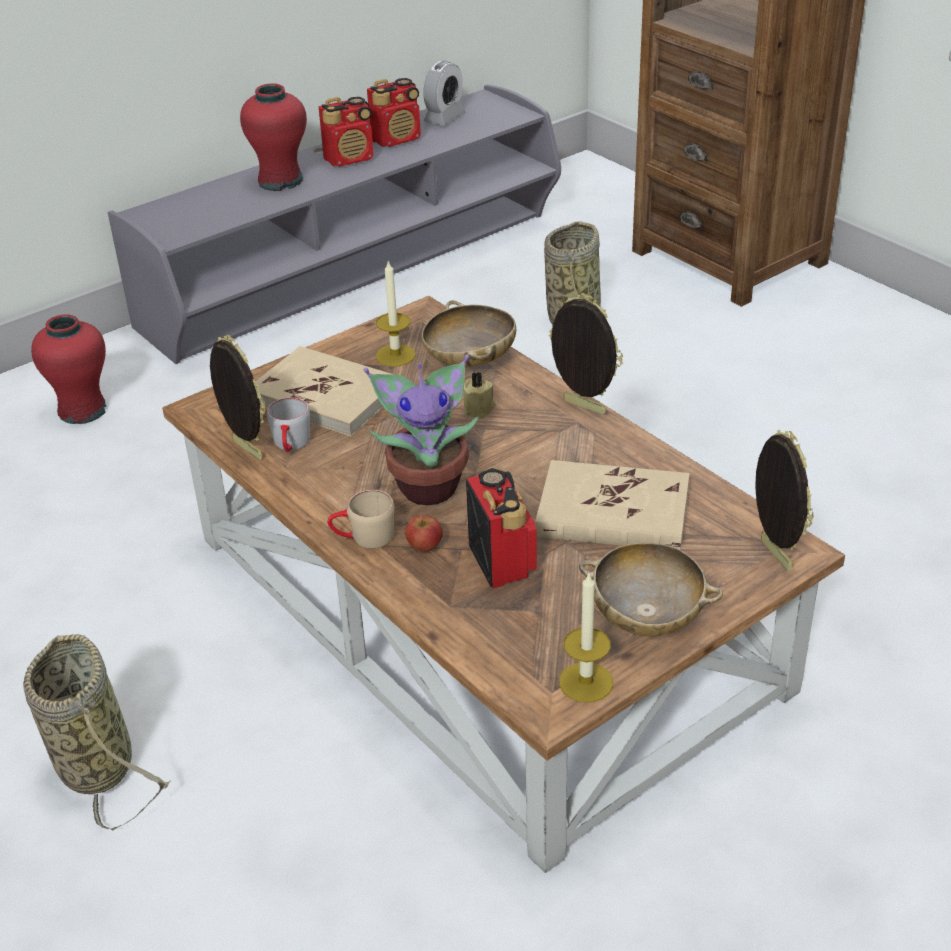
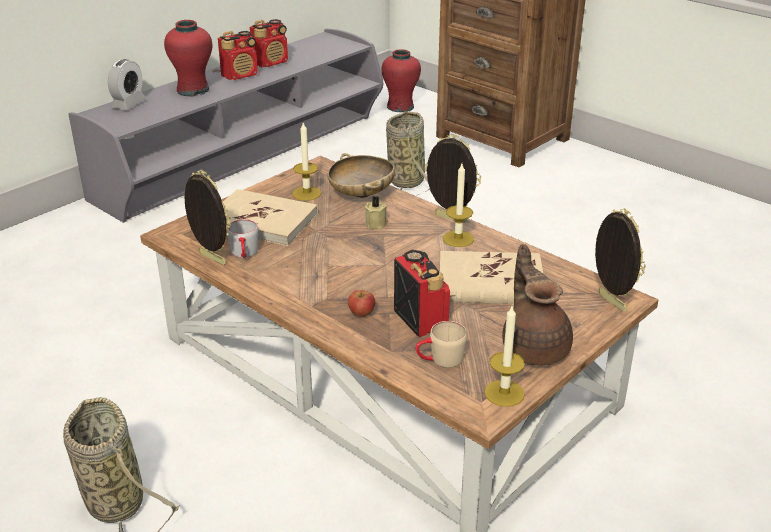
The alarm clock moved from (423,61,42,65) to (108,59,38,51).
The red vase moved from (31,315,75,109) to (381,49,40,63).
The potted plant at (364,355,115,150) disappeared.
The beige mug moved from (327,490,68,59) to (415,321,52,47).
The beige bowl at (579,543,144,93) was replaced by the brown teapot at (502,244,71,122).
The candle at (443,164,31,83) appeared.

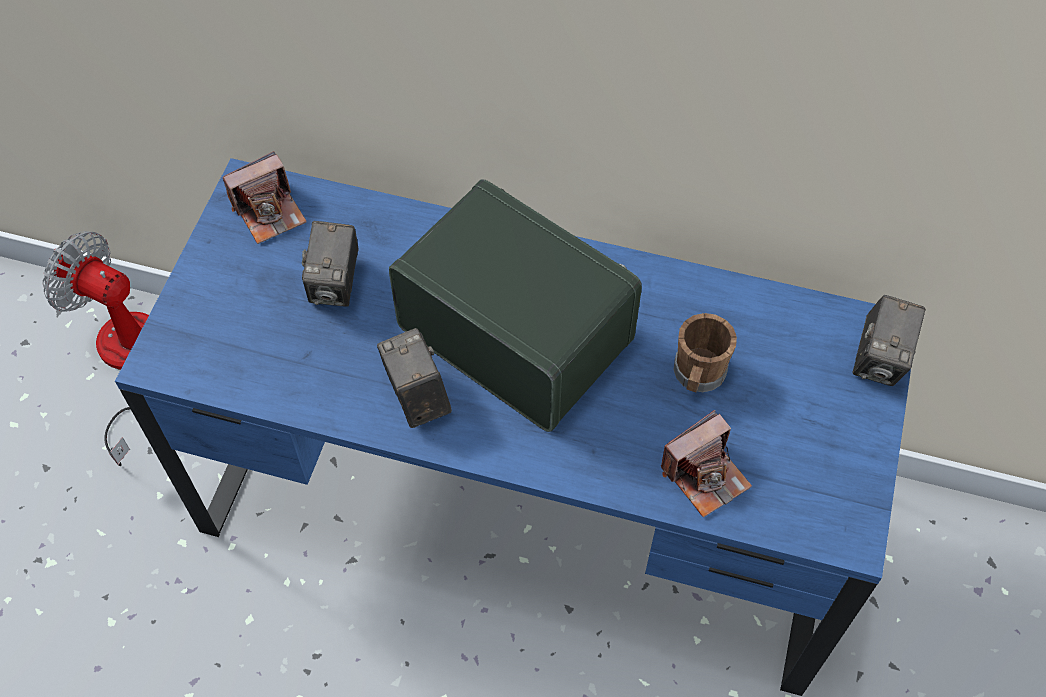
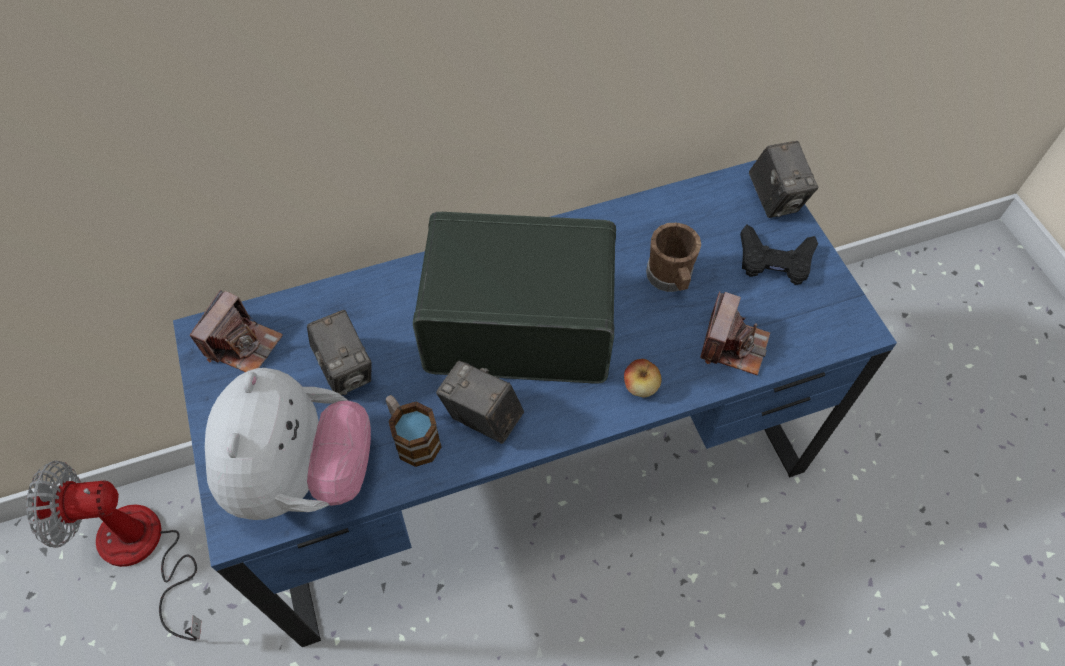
The black game controller at (740,225,78,60) appeared.
The apple at (624,359,37,38) appeared.
The plush toy at (205,368,166,152) appeared.
The mug at (386,395,55,72) appeared.

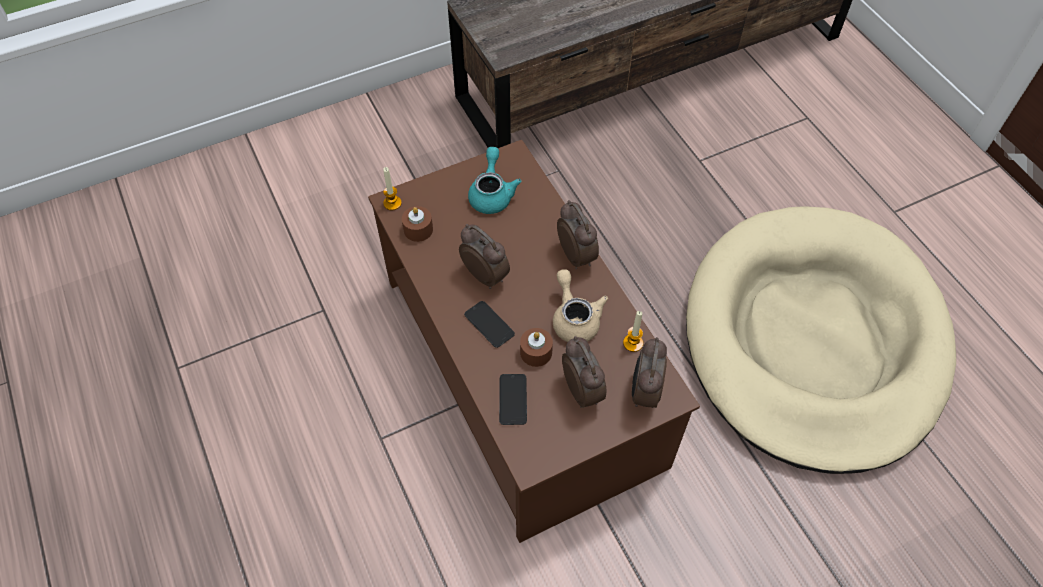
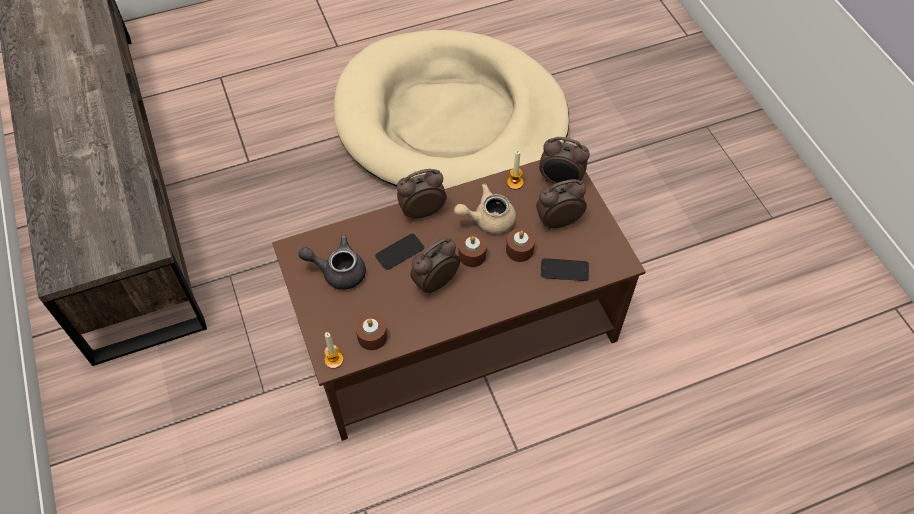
The turquoise teapot at (468,147,54,67) became the grey teapot at (299,235,67,55).
The phone moved from (464,301,51,47) to (375,234,49,36).
The brown candle at (458,234,29,33) appeared.

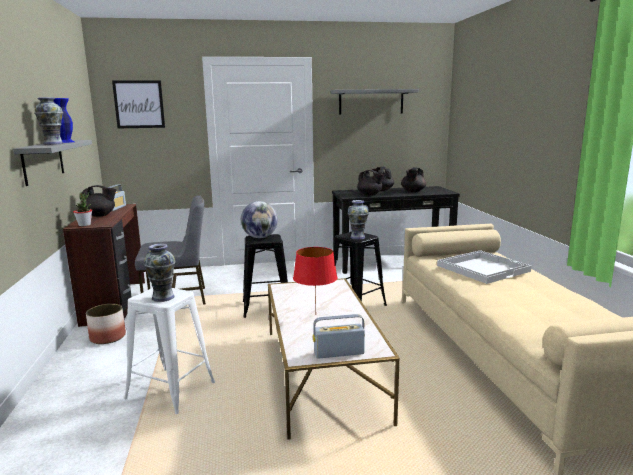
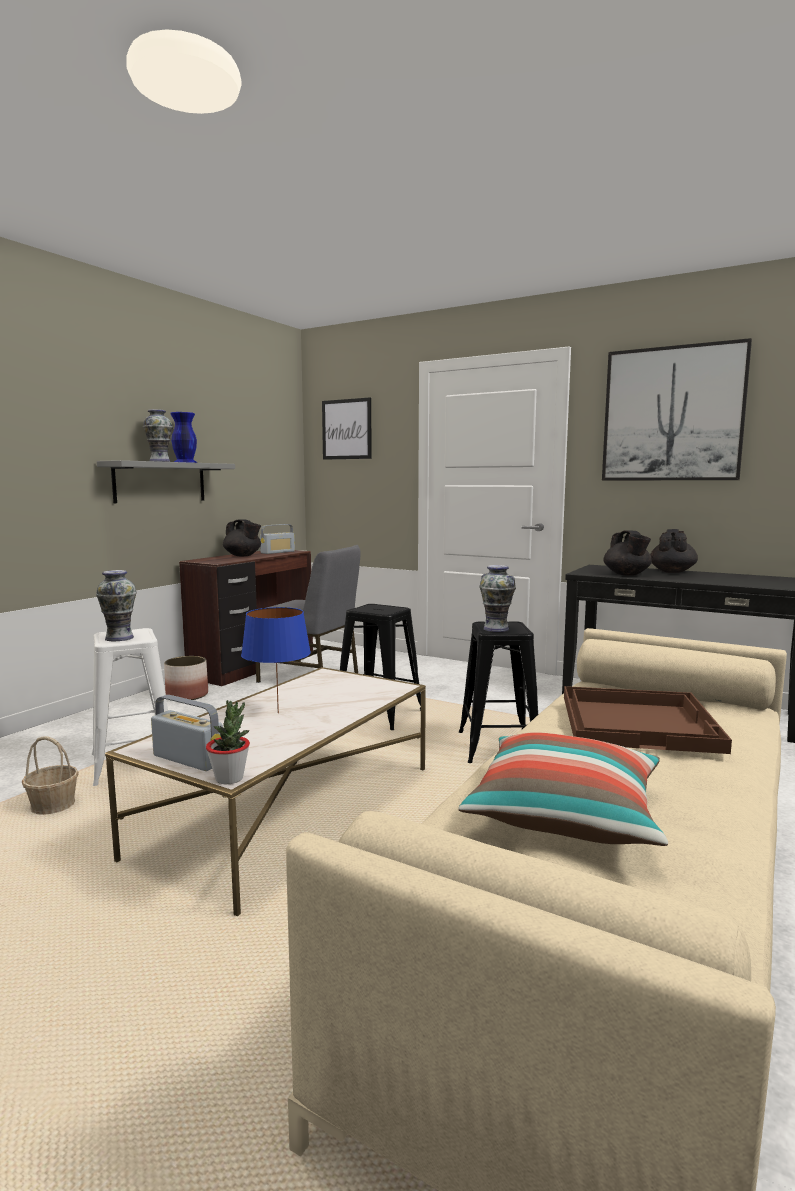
The grey shelf at (331,89,88,26) was replaced by the picture at (602,338,150,142).
The black teapot at (401,167,25,25) disappeared.
The potted plant moved from (73,192,19,34) to (206,700,44,84).
The globe at (241,201,37,37) disappeared.
The red table lamp at (293,247,45,64) became the blue table lamp at (241,607,70,106).
The white tray at (437,250,94,34) became the brown tray at (564,686,168,68).
The pillow at (459,732,209,114) appeared.
The basket at (22,736,57,79) appeared.

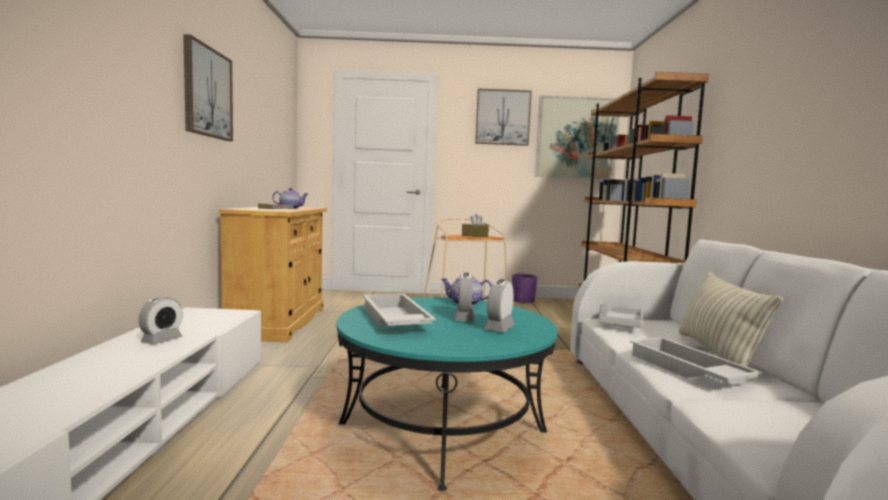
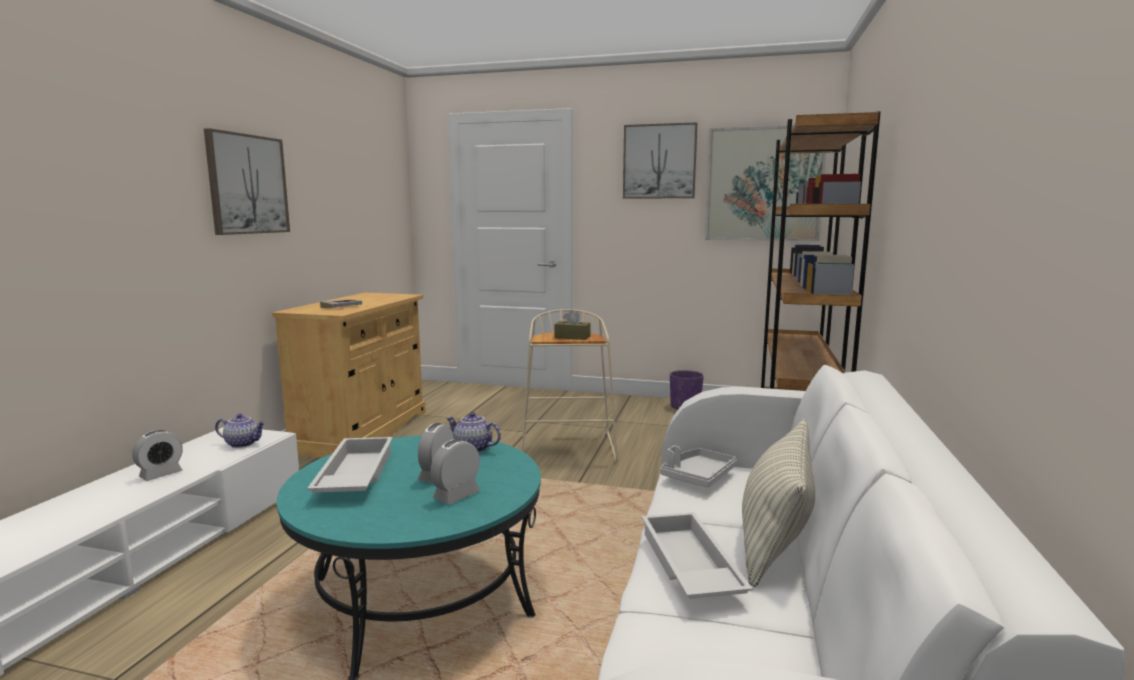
The teapot moved from (272,188,36,21) to (215,414,51,34).

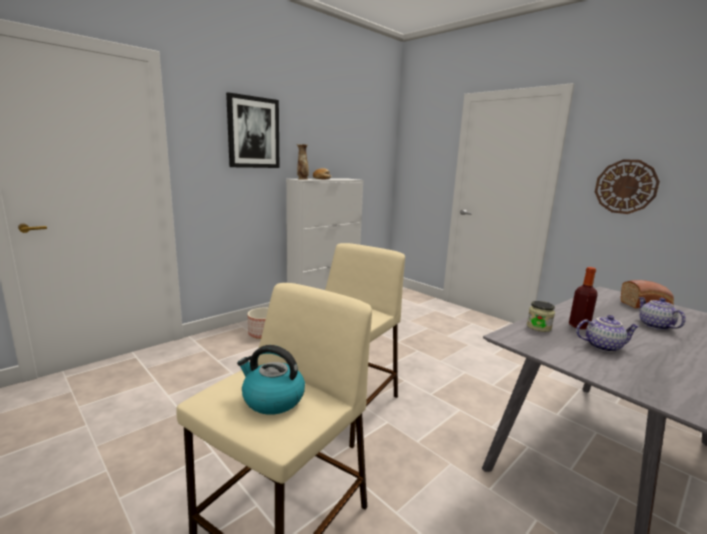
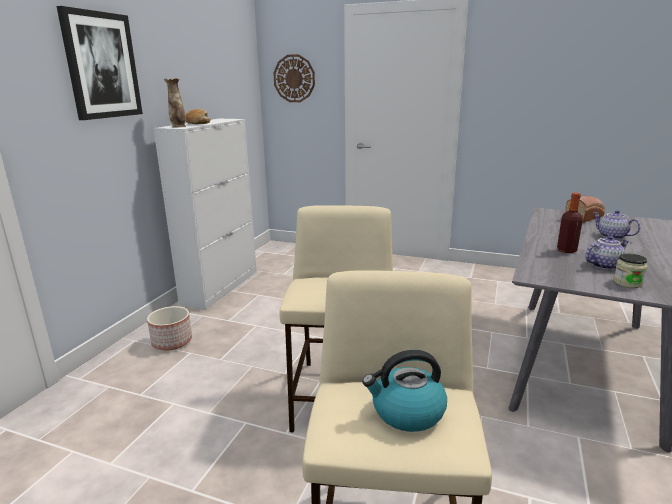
The wall clock moved from (595,159,65,55) to (273,54,42,48).
The jar moved from (527,301,28,31) to (613,253,34,35).

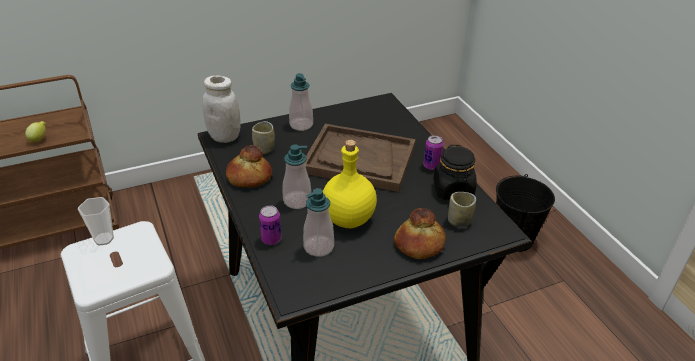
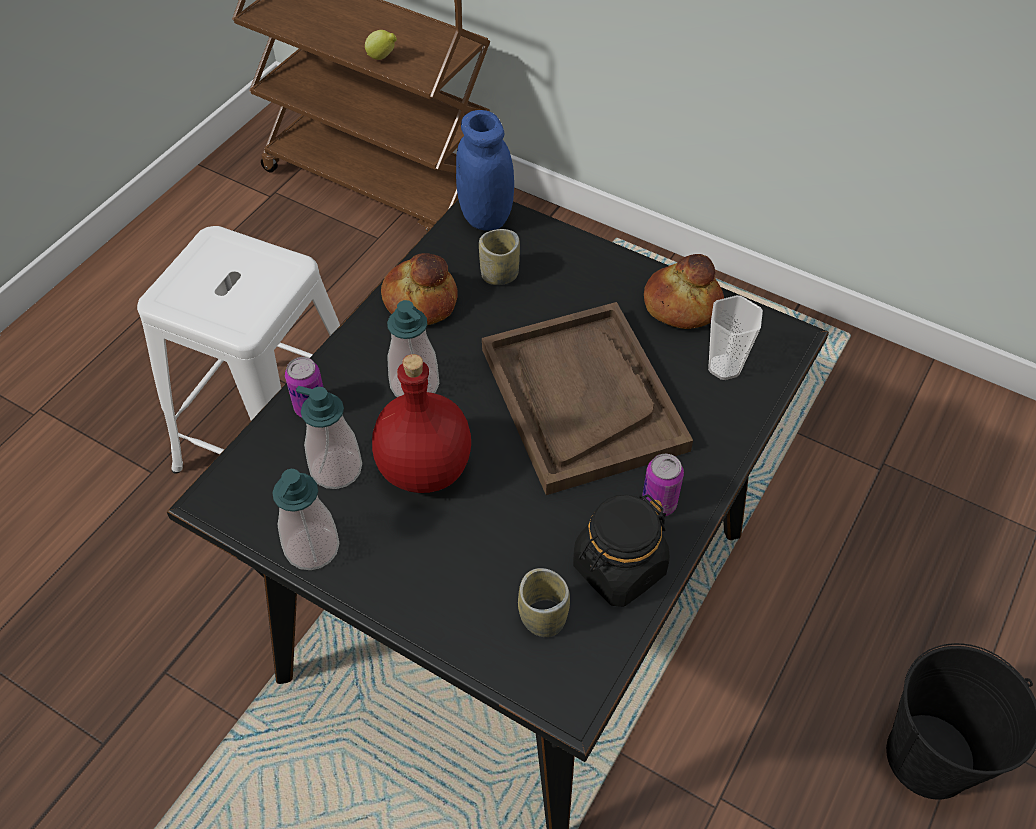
The soap dispenser moved from (289,73,24,58) to (273,469,66,101).
The white jar at (202,75,39,68) became the blue jar at (456,110,58,121).
The yellow bottle at (323,140,54,88) became the red bottle at (372,354,99,139).
The cup moved from (78,197,36,49) to (708,295,55,85).
The bread moved from (394,208,52,51) to (644,254,80,75).

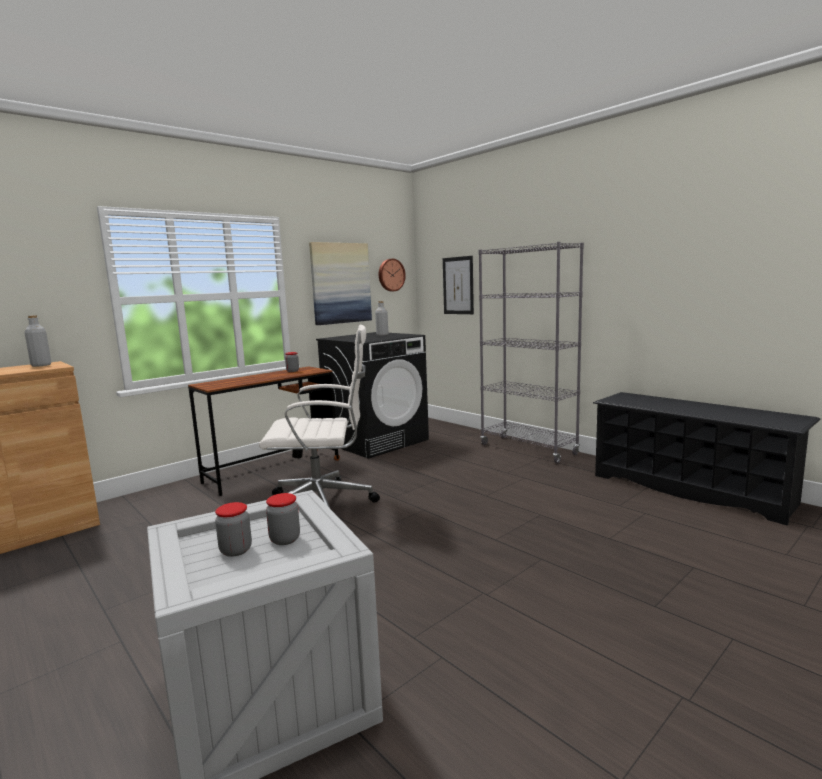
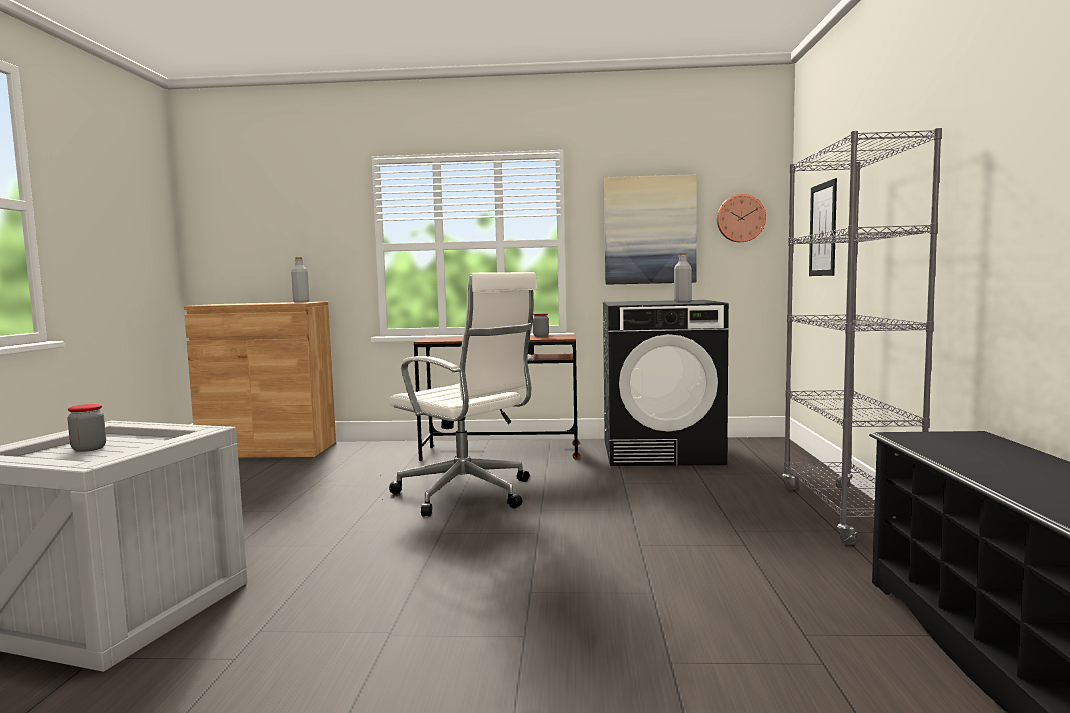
The jar at (266,493,34,52) disappeared.

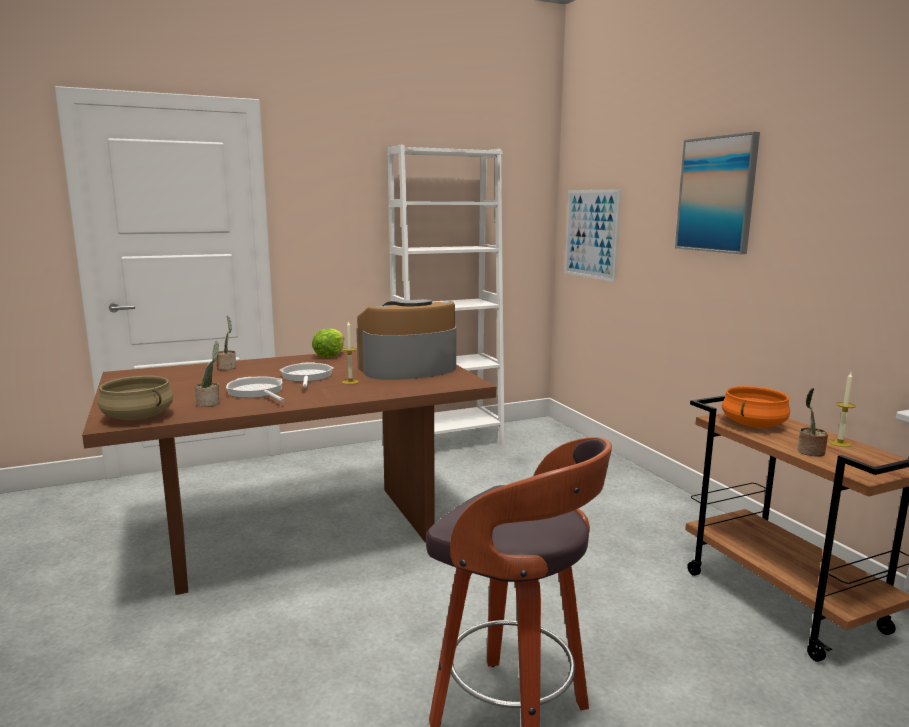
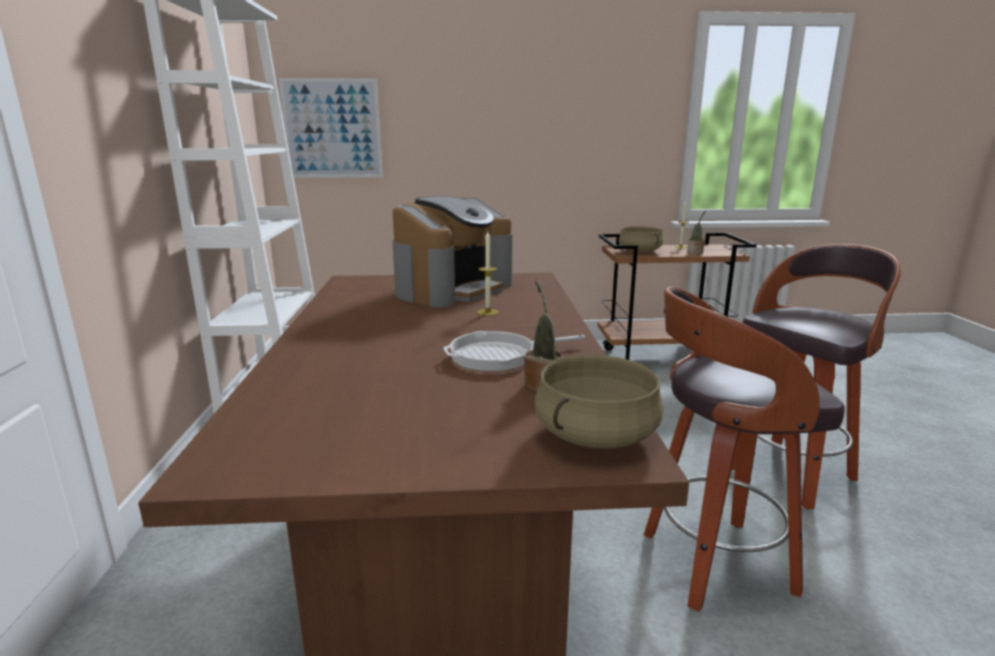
The picture at (675,132,85,122) disappeared.
The coffee machine at (356,299,100,81) turned 135 degrees counterclockwise.
The potted plant at (216,315,20,55) disappeared.
The lettuce at (312,328,32,30) disappeared.
The frying pan at (280,362,53,26) disappeared.
The orange cooking pot at (722,386,68,42) became the beige cooking pot at (618,226,45,27).
The stool at (643,287,202,325) appeared.

